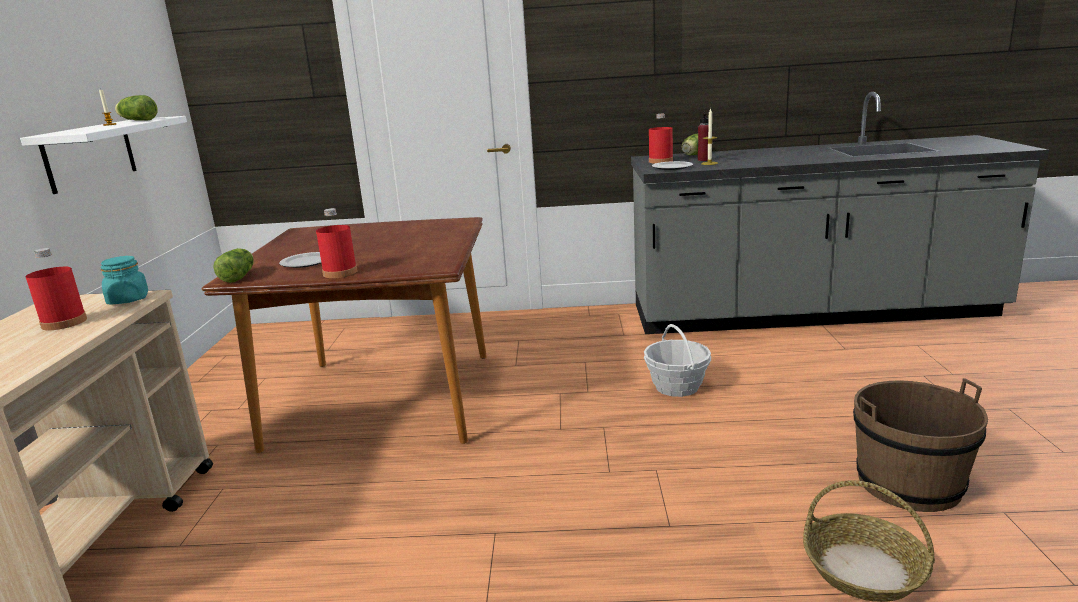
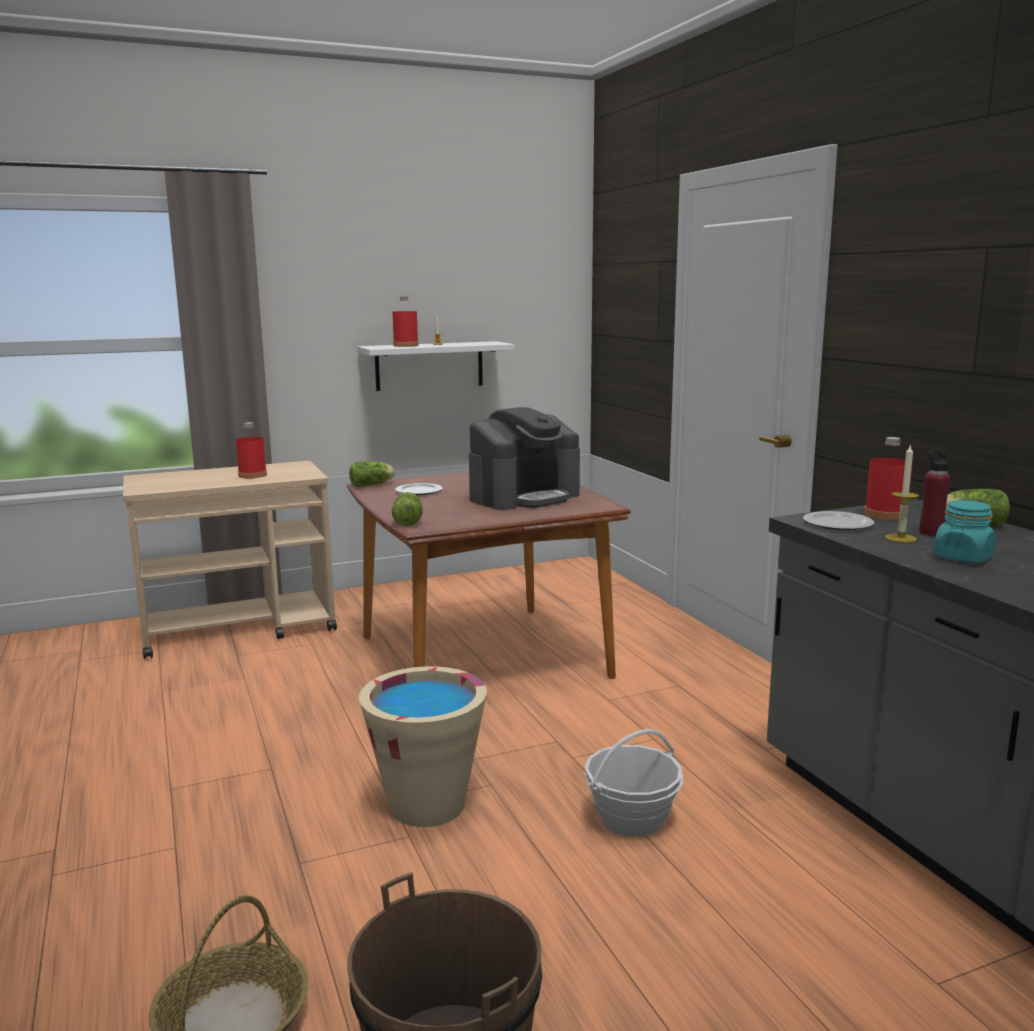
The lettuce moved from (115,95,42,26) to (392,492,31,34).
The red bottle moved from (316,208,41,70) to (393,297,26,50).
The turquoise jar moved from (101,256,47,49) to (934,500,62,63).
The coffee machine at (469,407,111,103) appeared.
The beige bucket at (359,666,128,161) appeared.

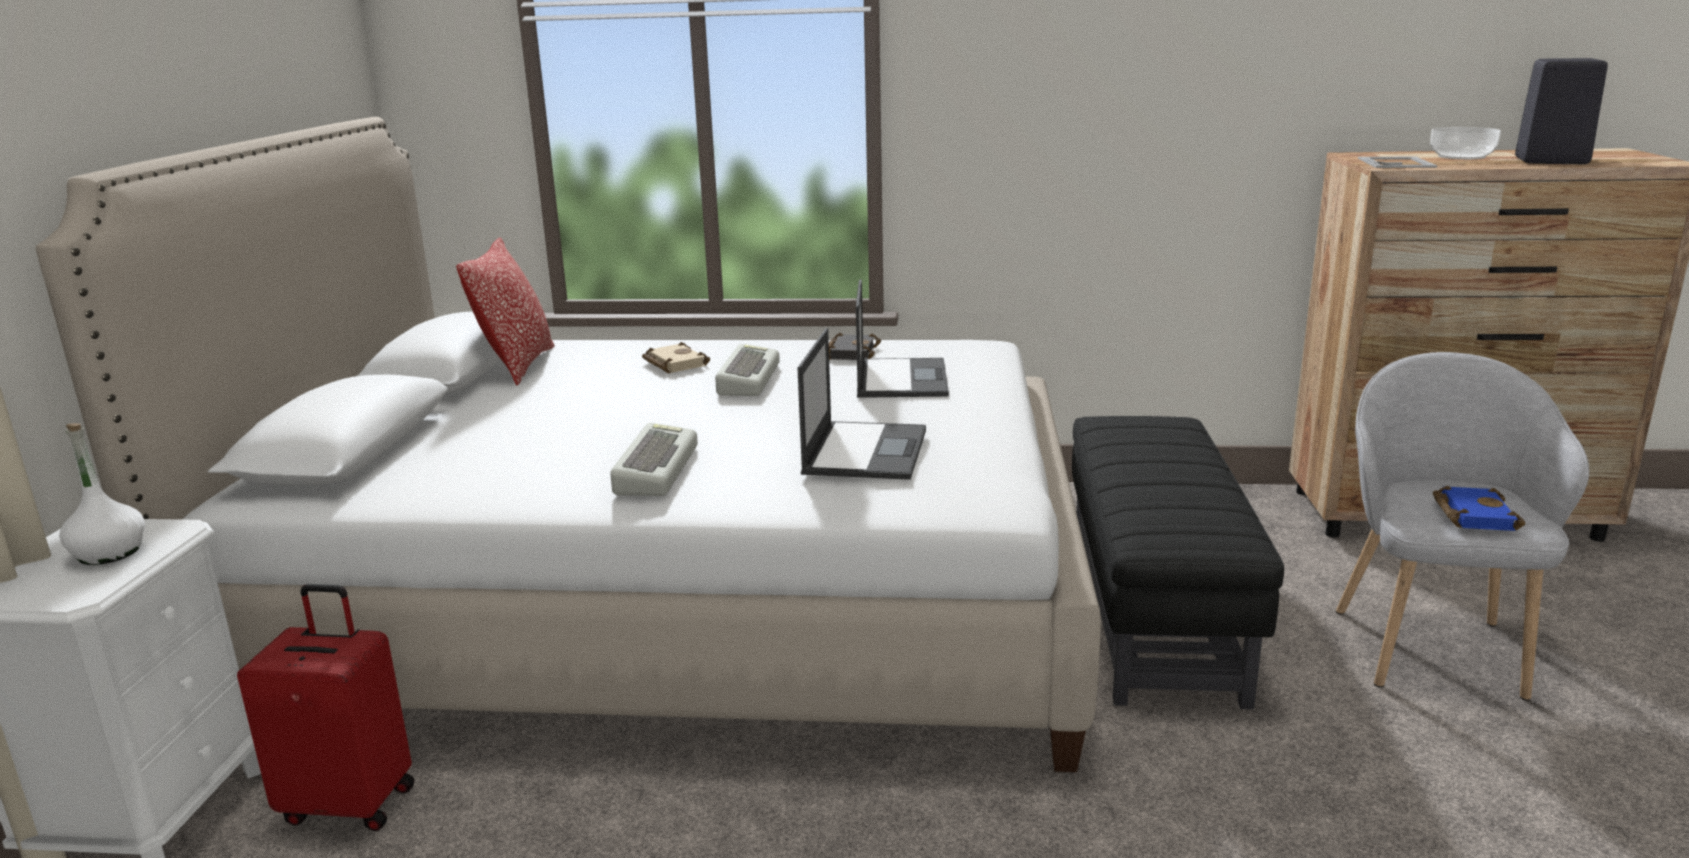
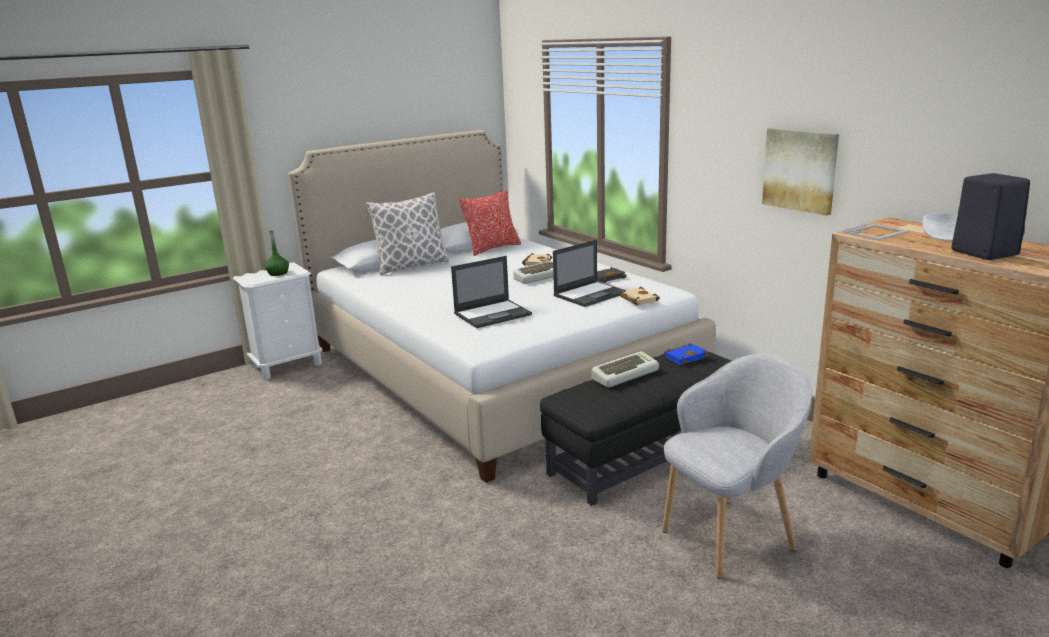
The white bottle at (59,423,86,142) became the green bottle at (265,230,24,46).
The keyboard moved from (610,423,88,73) to (592,351,67,37).
The blue book moved from (1433,486,93,45) to (664,343,46,22).
The red suitcase at (237,584,177,247) disappeared.
The picture at (762,128,77,88) appeared.
The pillow at (365,192,84,83) appeared.
The beige book at (619,287,41,19) appeared.

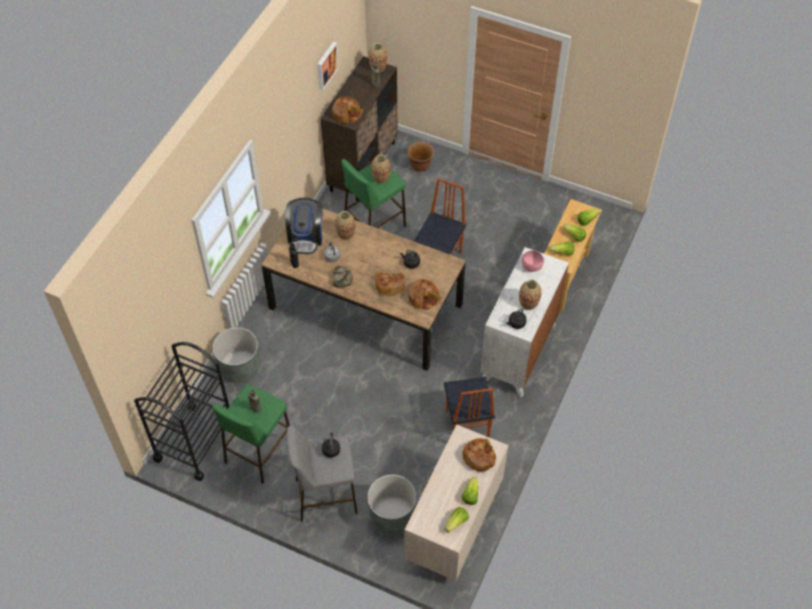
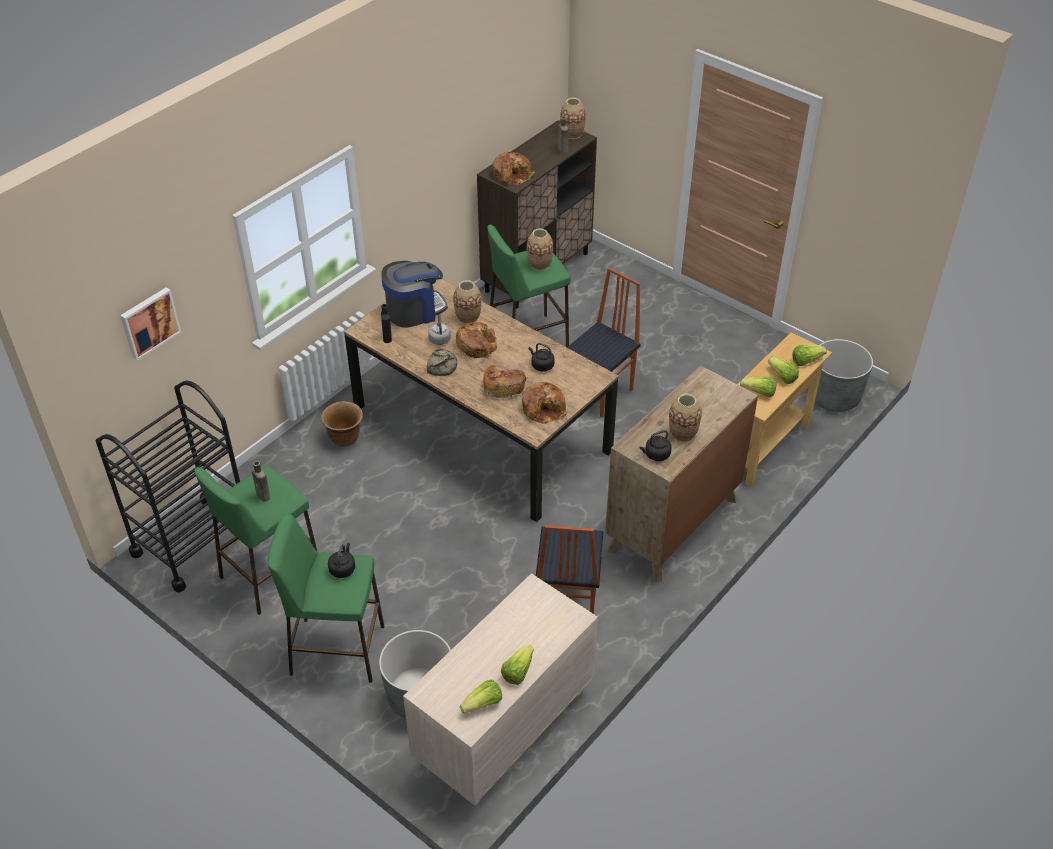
The picture moved from (317,42,22,48) to (120,287,61,74).
The brown planter moved from (407,141,27,31) to (321,401,42,46).
The coffee machine at (285,198,38,56) turned 135 degrees counterclockwise.
The white dresser at (480,247,89,150) became the brown dresser at (605,365,153,218).
The pink bowl at (521,250,24,22) disappeared.
The grey planter moved from (213,327,47,56) to (815,339,58,73).
The grey stool at (286,425,72,97) became the green stool at (268,514,116,169).
The bread moved from (462,438,34,34) to (456,322,41,36).

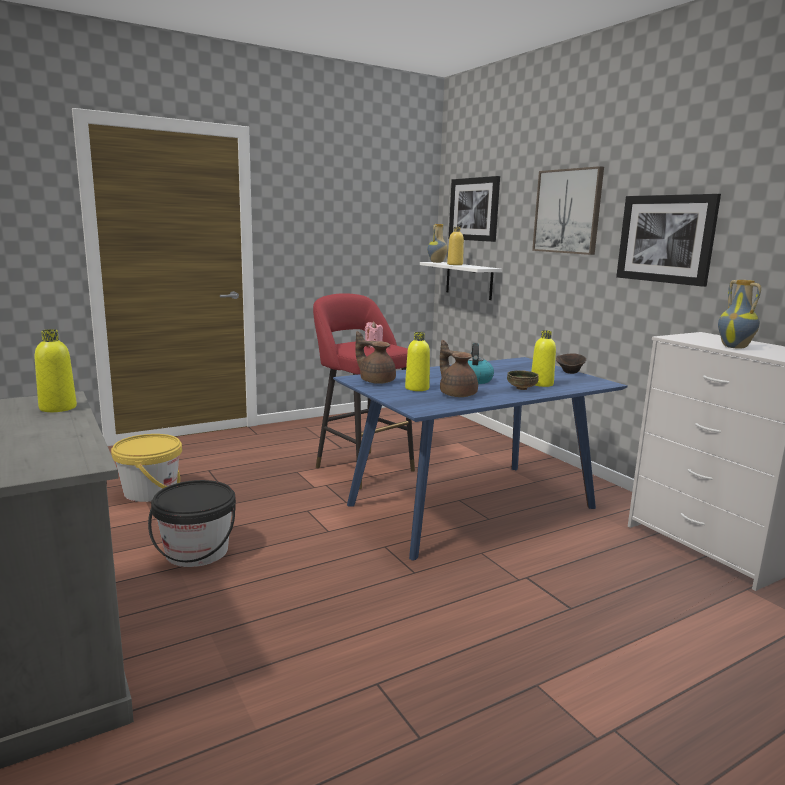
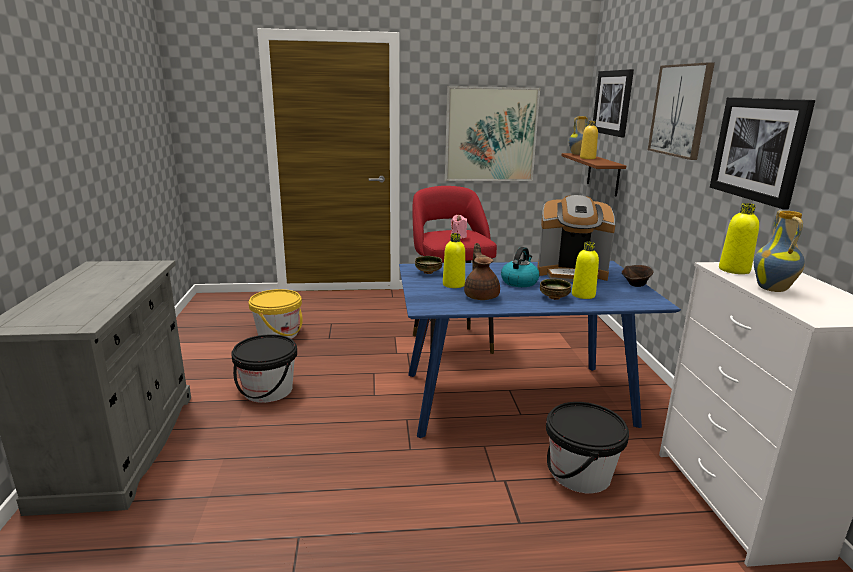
The white shelf at (420,262,82,38) became the brown shelf at (562,153,64,43).
The yellow bottle moved from (35,329,42,83) to (719,203,40,71).
The brown teapot at (355,331,41,53) was replaced by the bowl at (415,256,27,18).
The picture at (445,86,95,95) appeared.
The coffee machine at (537,195,78,87) appeared.
The black bucket at (546,402,83,91) appeared.

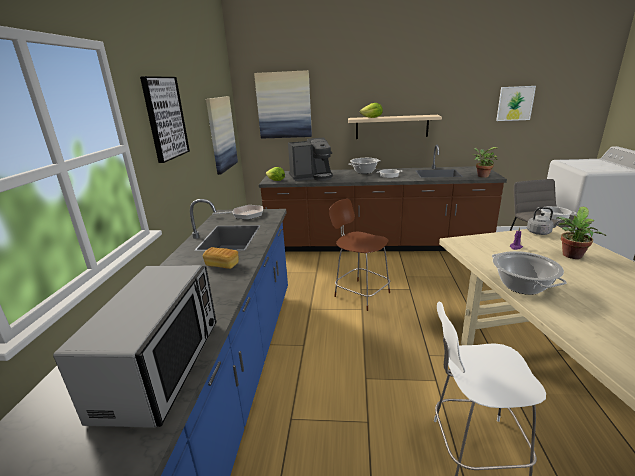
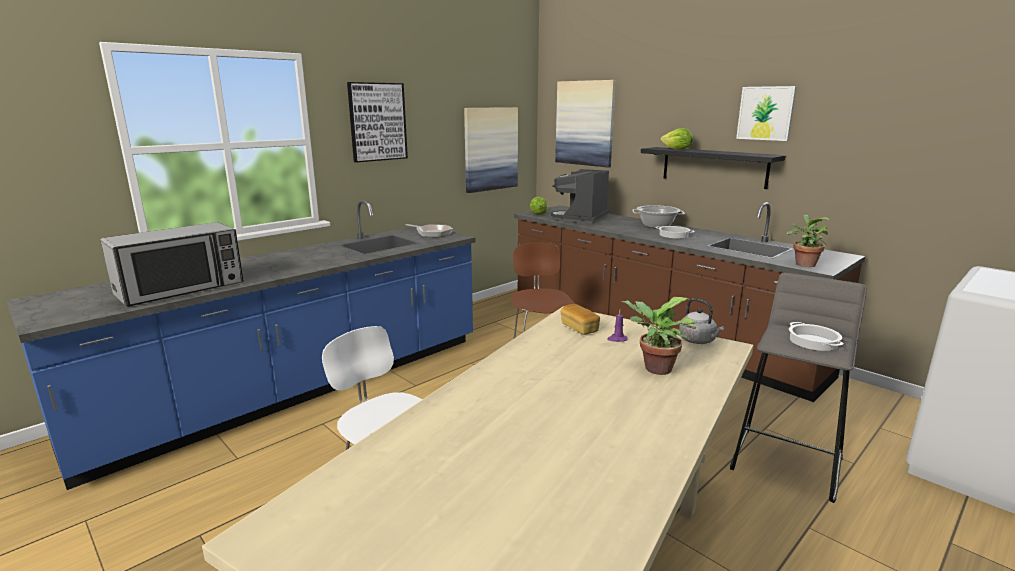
The picture moved from (496,86,40,35) to (736,86,61,55).
The beige shelf at (348,115,94,24) became the black shelf at (641,147,144,42).
The coffee machine at (288,137,45,44) turned 90 degrees clockwise.
The bread moved from (203,247,36,22) to (561,304,39,31).
The cooking pot at (492,251,75,44) disappeared.

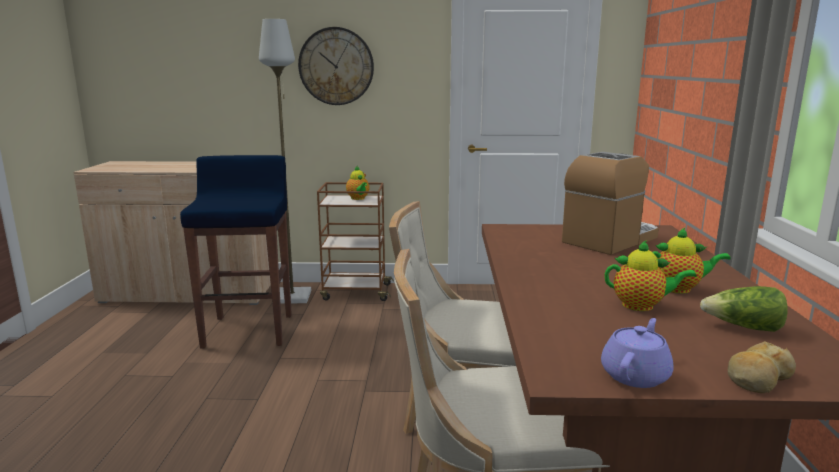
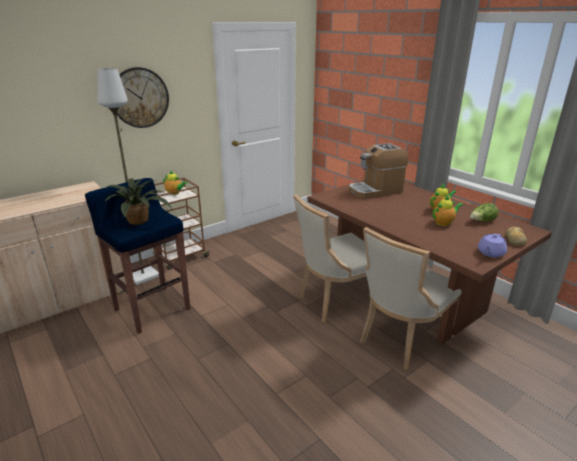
The coffee machine at (562,152,97,103) turned 120 degrees counterclockwise.
The purple teapot at (601,318,72,70) turned 135 degrees counterclockwise.
The potted plant at (104,178,68,47) appeared.

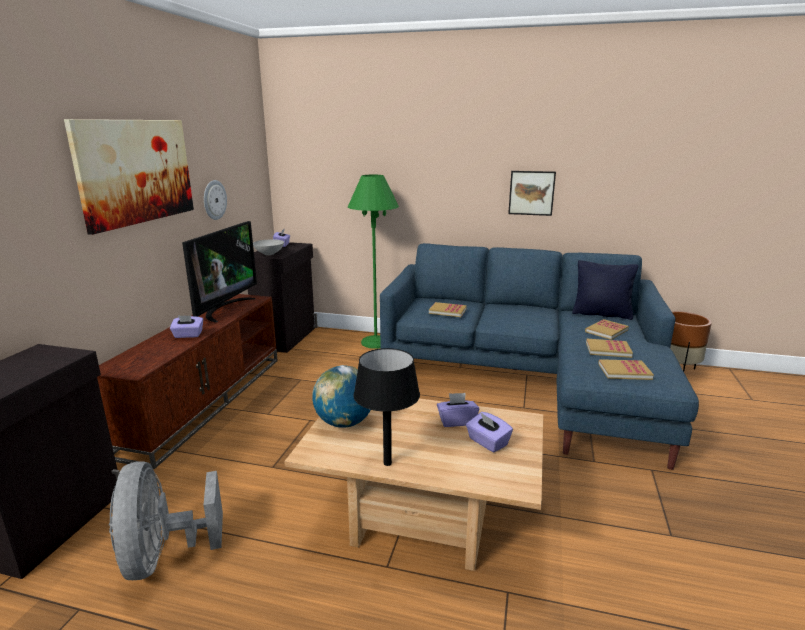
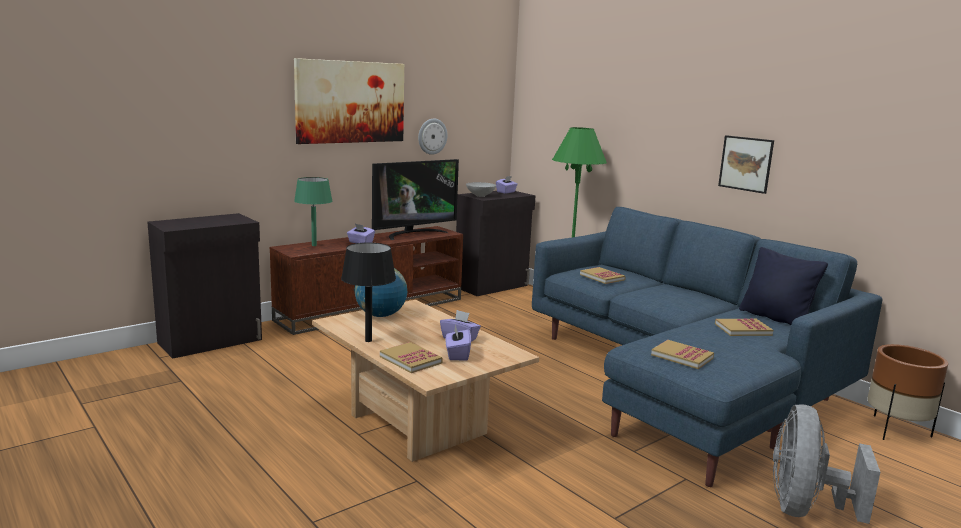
The book moved from (586,339,47,19) to (380,342,63,31).
The grey fan moved from (109,461,114,119) to (773,404,107,120).
The green table lamp at (294,177,38,69) appeared.

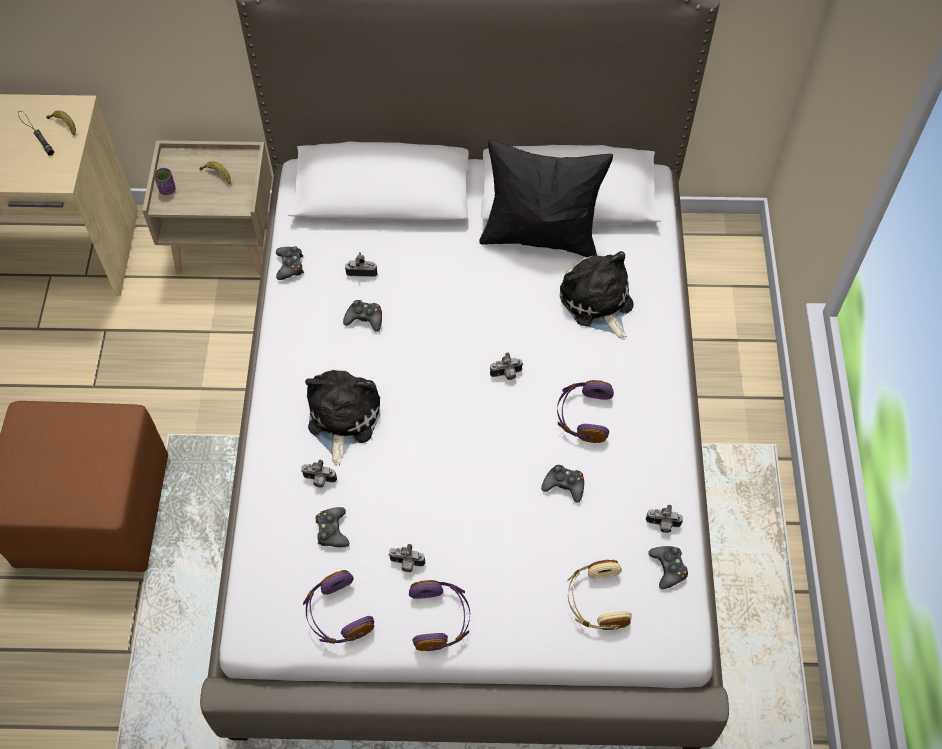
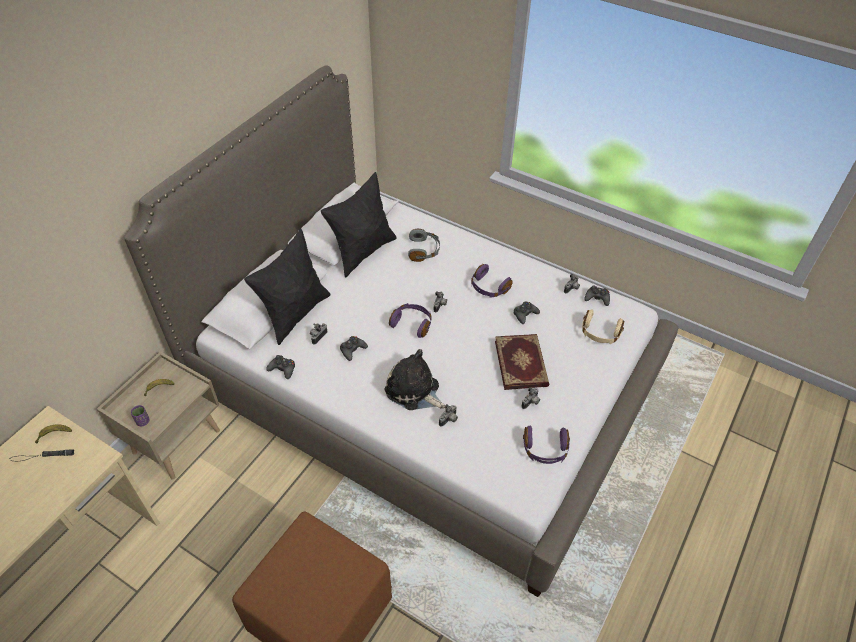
The plush toy at (560,251,74,89) was replaced by the grey headphones at (408,229,32,33).
The black game controller at (316,507,33,40) disappeared.
The purple headphones moved from (409,580,61,71) to (389,303,43,35).
The black pillow at (244,229,86,116) appeared.
The book at (495,334,54,56) appeared.

